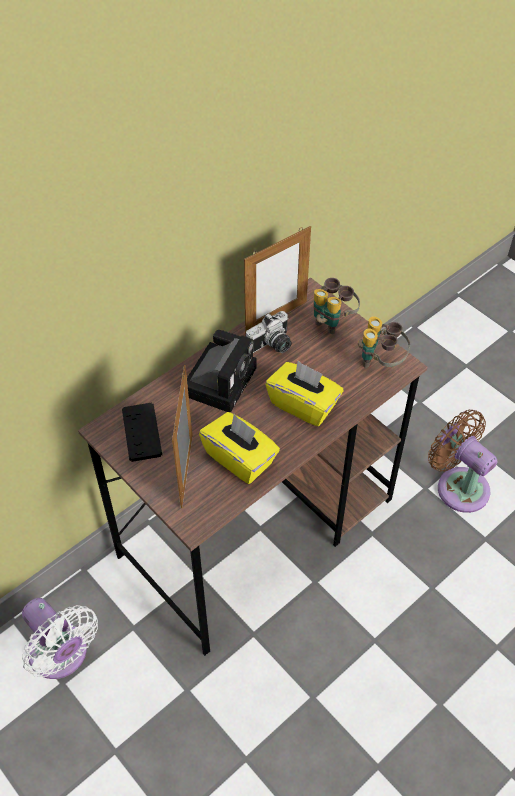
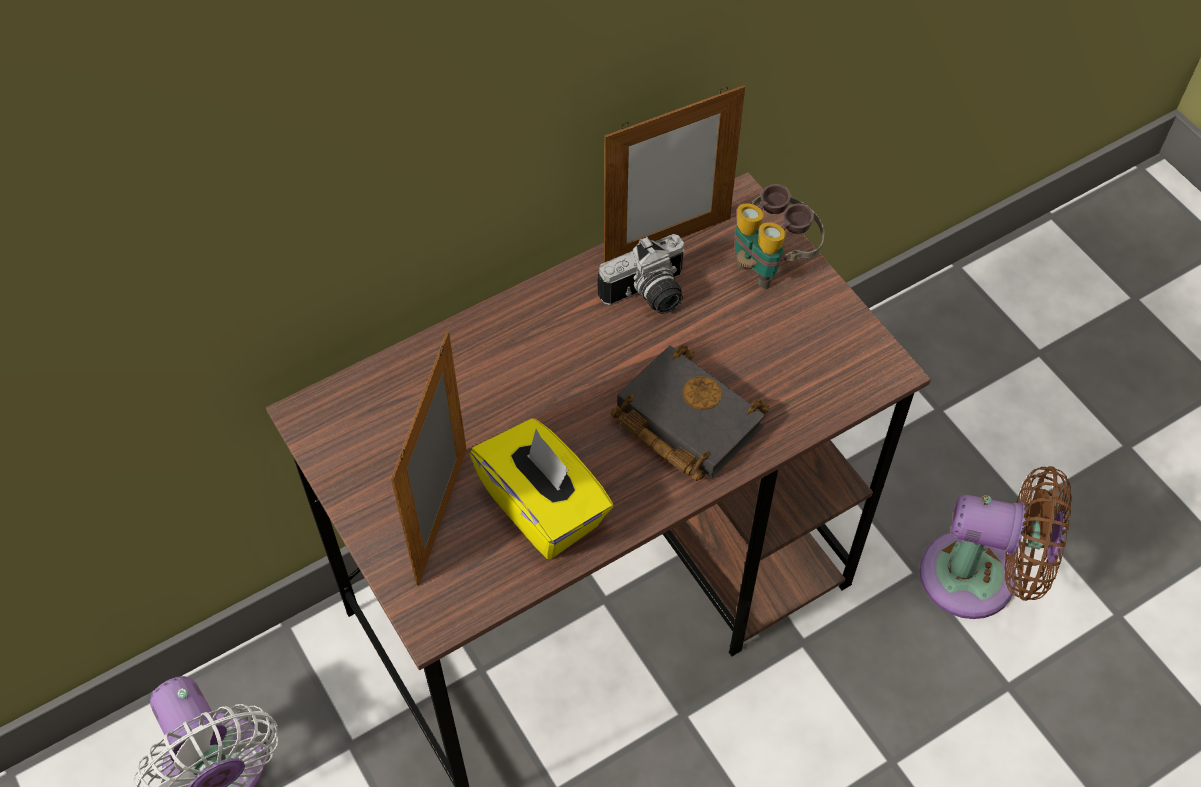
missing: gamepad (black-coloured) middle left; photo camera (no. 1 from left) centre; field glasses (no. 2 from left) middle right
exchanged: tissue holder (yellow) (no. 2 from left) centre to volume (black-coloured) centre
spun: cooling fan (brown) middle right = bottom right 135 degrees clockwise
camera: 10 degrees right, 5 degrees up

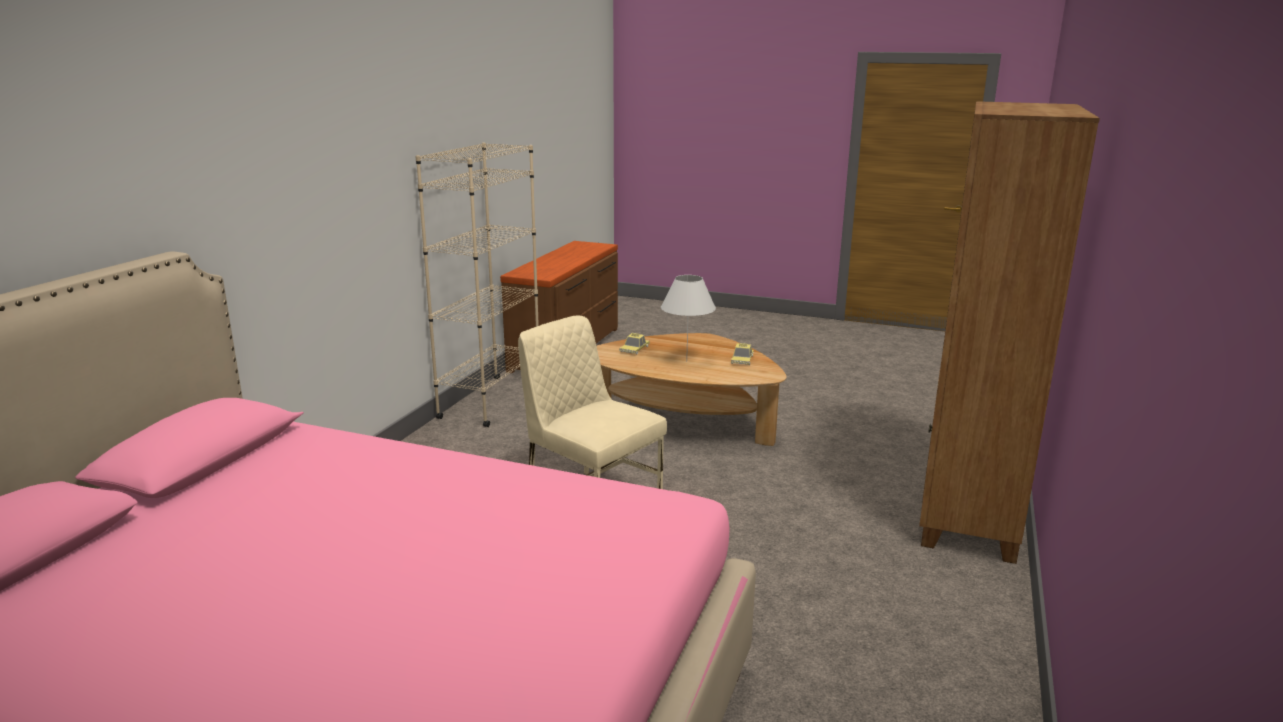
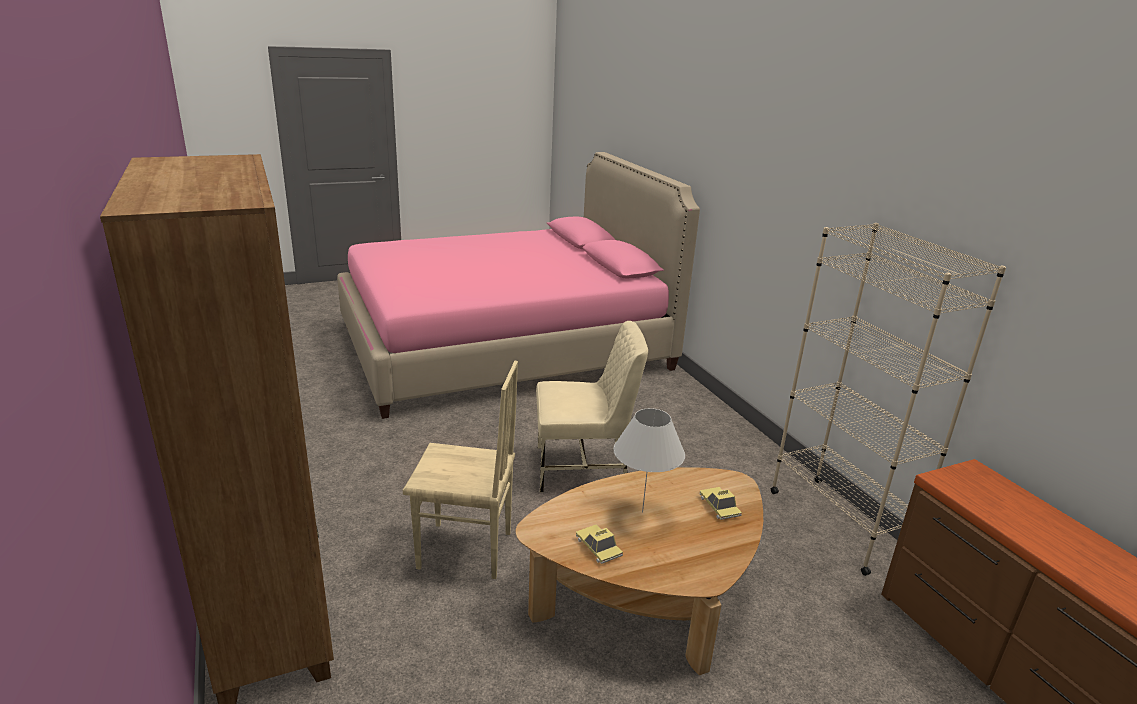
appeared: upright chair (sand-coloured) (no. 1 from left) bottom centre
camera: 135 degrees right, 5 degrees up

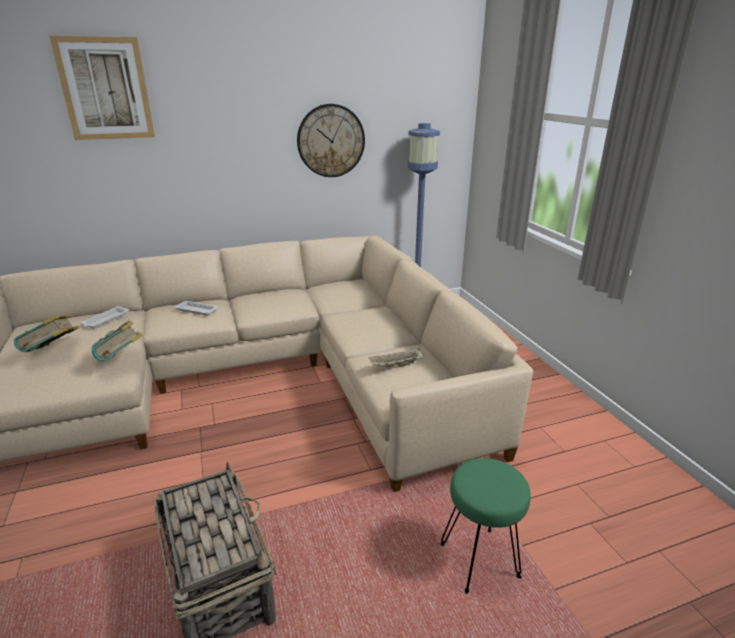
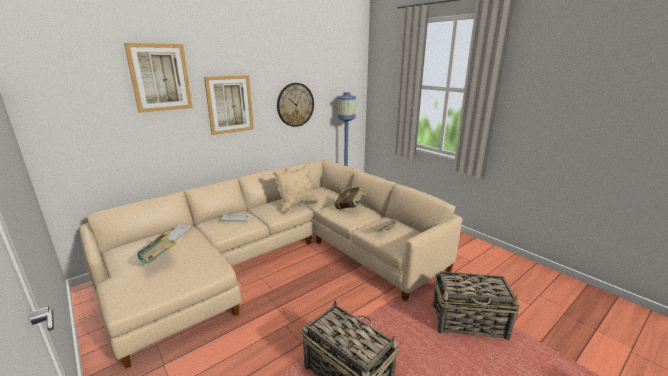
appeared: wall art (no. 2 from left) top centre; cushion (sand-coloured) centre
relocated: volume (no. 2 from left) middle left to centre
exchanged: stool (green) bottom centre to household basket (no. 2 from left) bottom right
camera: 20 degrees left, 5 degrees down

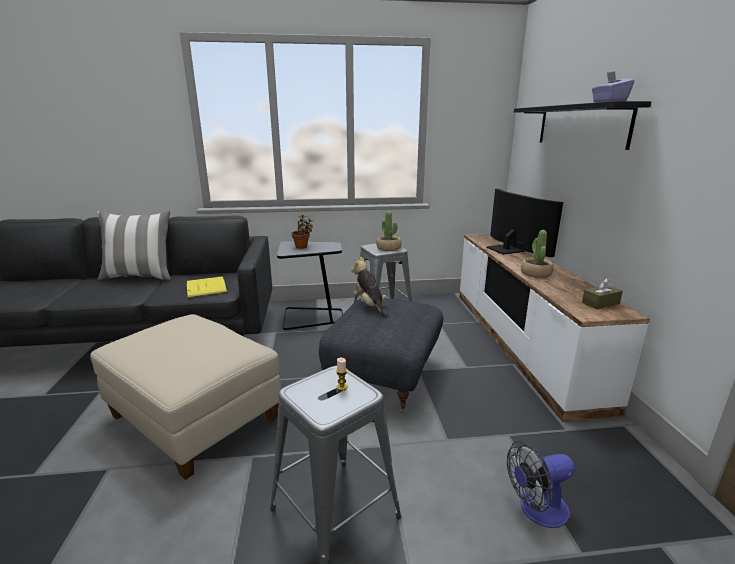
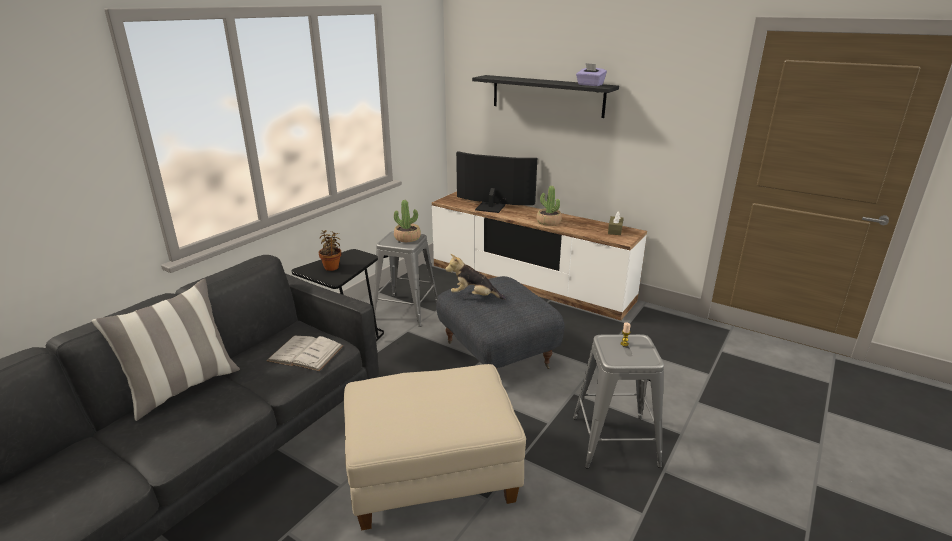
missing: cooling fan bottom right
colour: volume (yellow) middle left to volume (white-coloured) middle left
camera: 50 degrees left, 5 degrees up

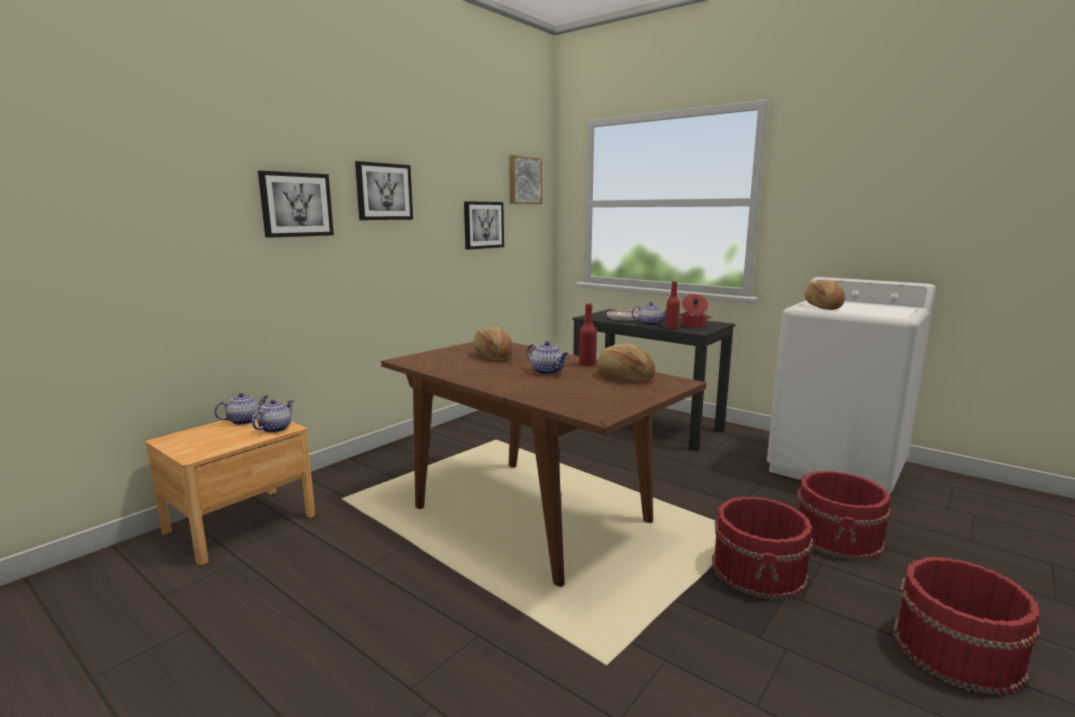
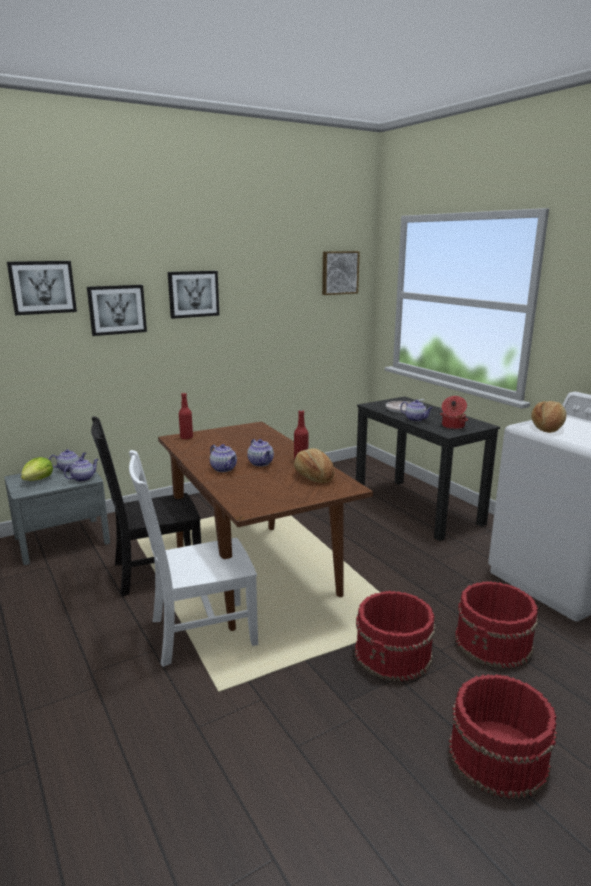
missing: bakery bread (no. 1 from left) centre
appeared: lettuce head middle left; upright chair (black-coloured) middle left; upright chair (white-coloured) middle left; pot for tea (no. 3 from left) centre
relocated: wall art (no. 3 from left in the first image) top centre to wall art (no. 1 from left) top left; drink bottle (reddish) (no. 2 from left in the first image) centre to drink bottle (reddish) (no. 1 from left) middle left
colour: nightstand (brown) bottom left to nightstand (grey) middle left
camera: 20 degrees right, 5 degrees up

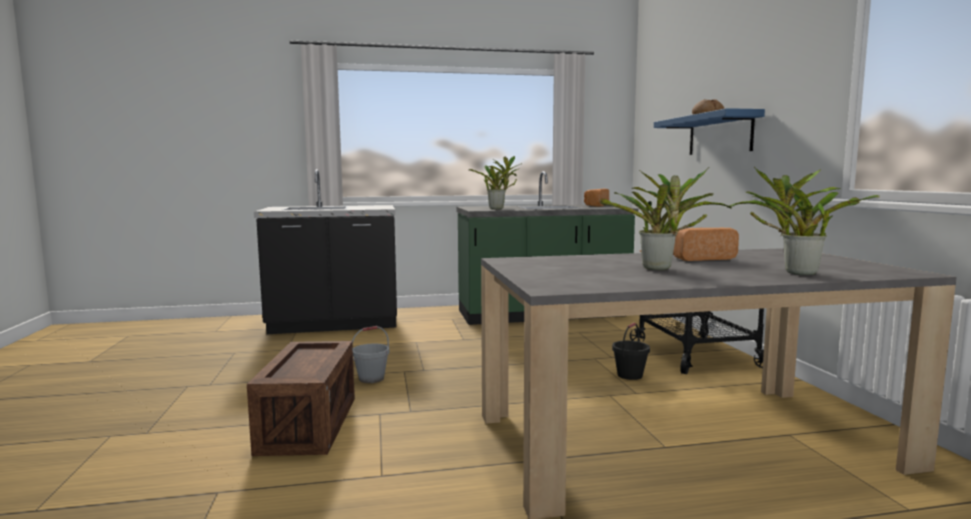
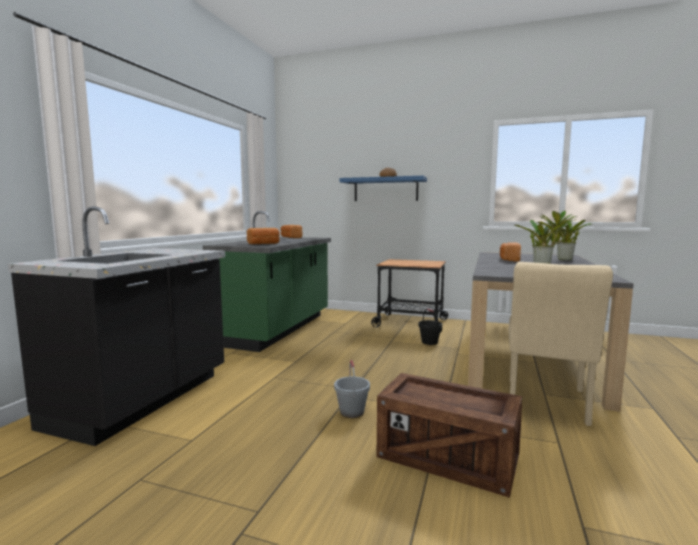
appeared: upright chair (sand-coloured) middle right
exchanged: houseplant (no. 1 from left) centre to bakery bread (no. 1 from left) centre
camera: 60 degrees left, 0 degrees up

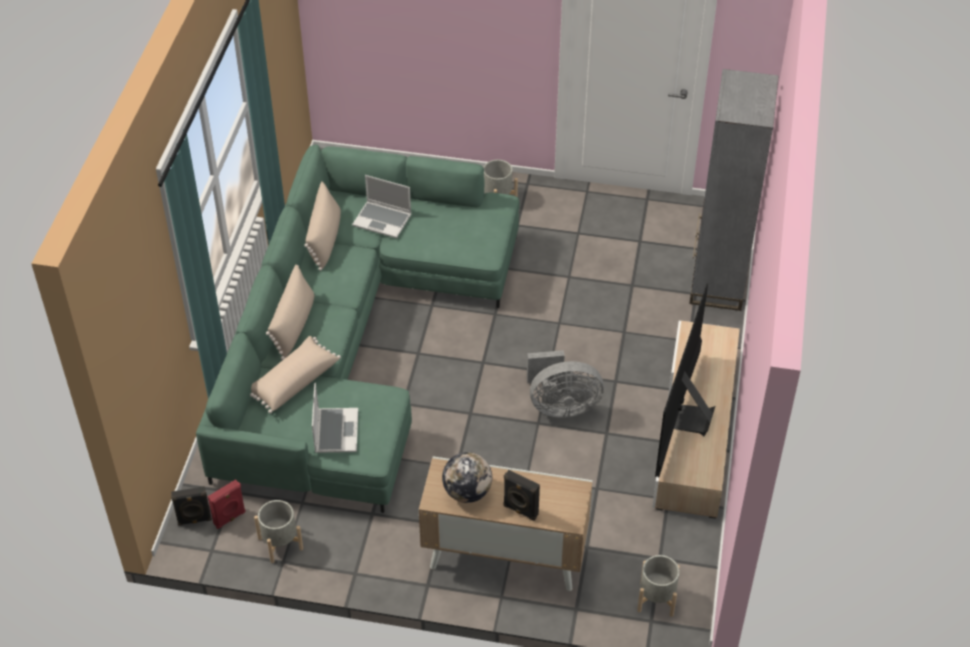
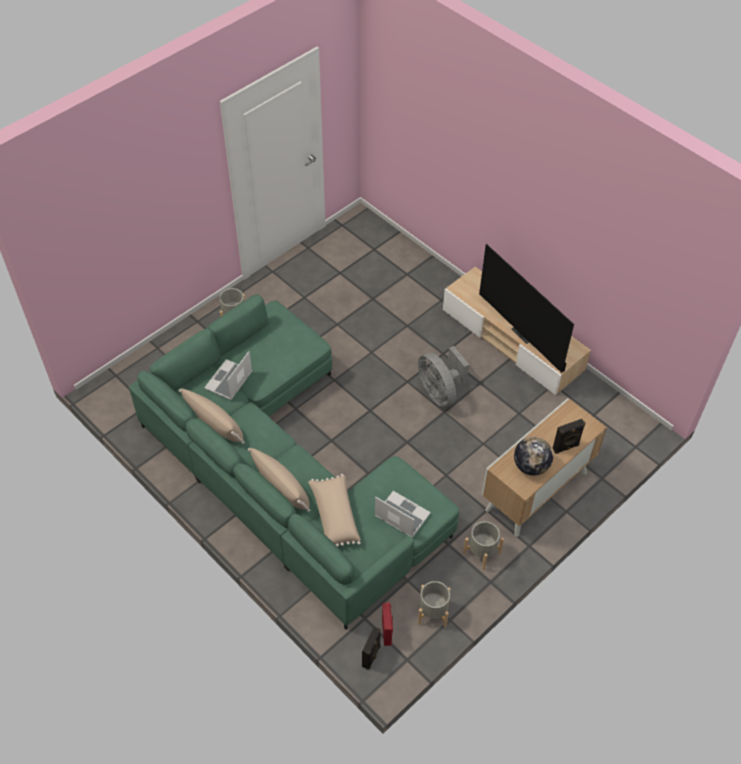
missing: bookshelf (grey) top right
relocated: planter (grey) (no. 3 from left) bottom right to bottom centre
spun: portable computer (no. 2 from left in the first image) top centre = middle left 150 degrees clockwise; cooling fan (grey) centre = centre 120 degrees clockwise
camera: 55 degrees left, 5 degrees up

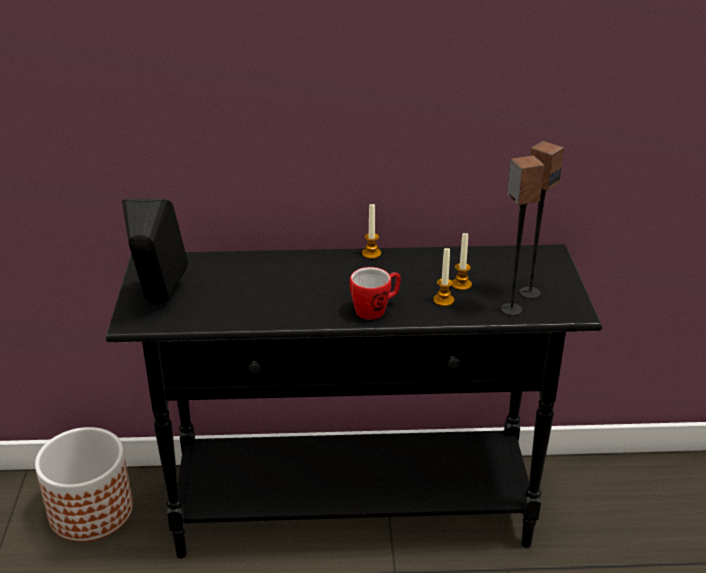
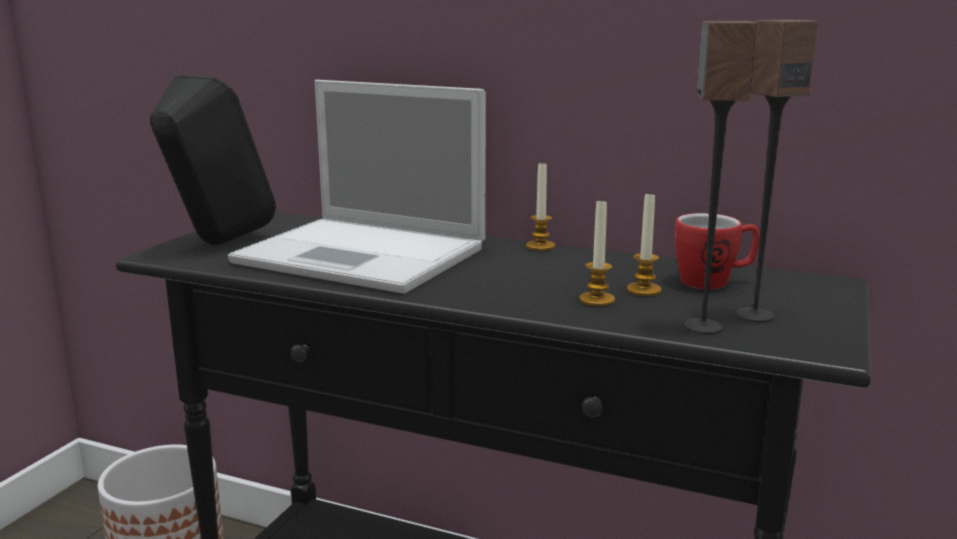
appeared: portable computer centre
relocated: tea mug centre to middle right
camera: 25 degrees right, 15 degrees down

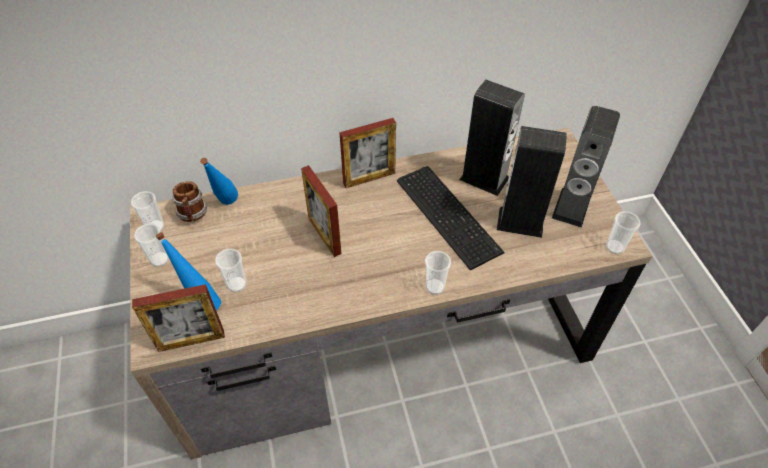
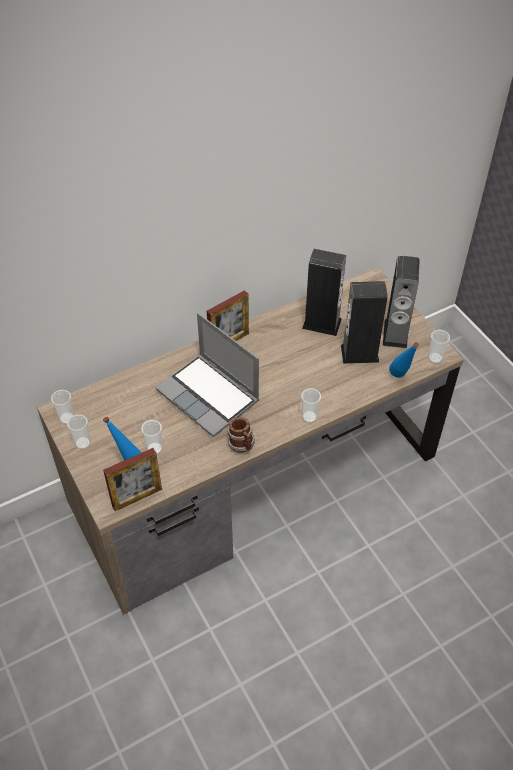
missing: keyboard centre
relocated: tea mug middle left to centre; drink bottle (blue-coloured) (no. 2 from left) middle left to middle right
exchanged: picture frame (no. 2 from left) centre to portable computer centre
camera: 15 degrees left, 0 degrees up

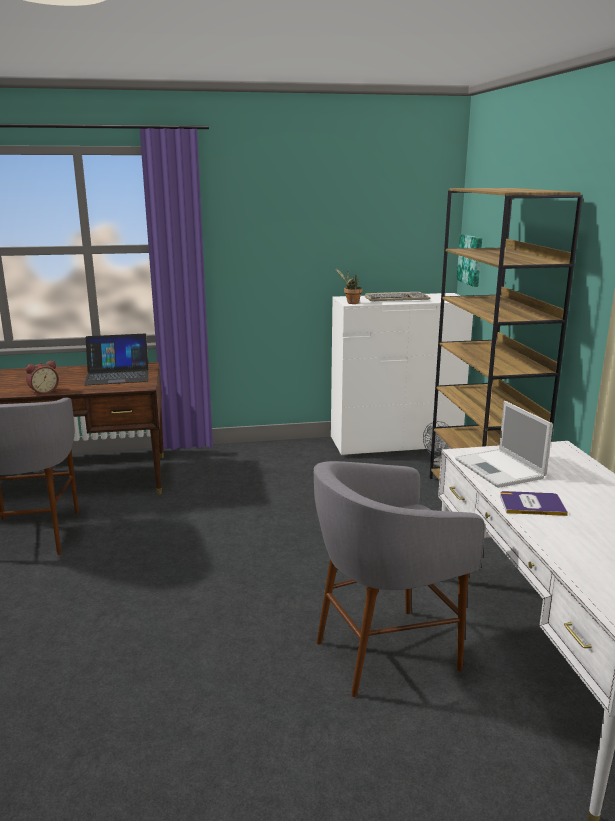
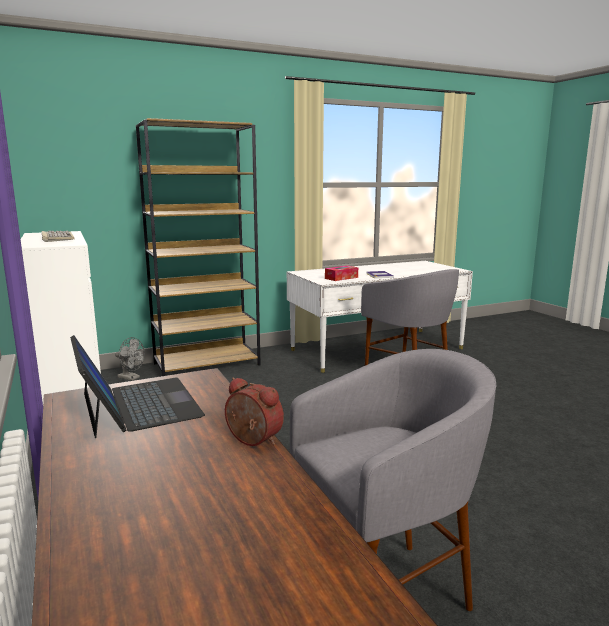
missing: houseplant centre; wall art top right
exchanged: portable computer (no. 2 from left) middle right to tissue holder centre
camera: 105 degrees left, 5 degrees down

